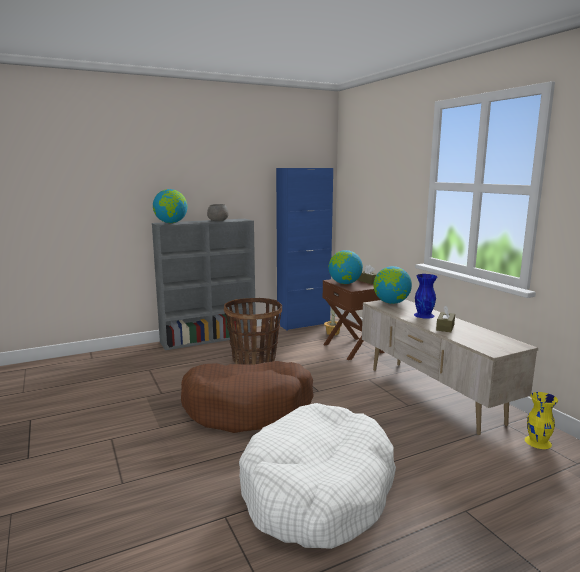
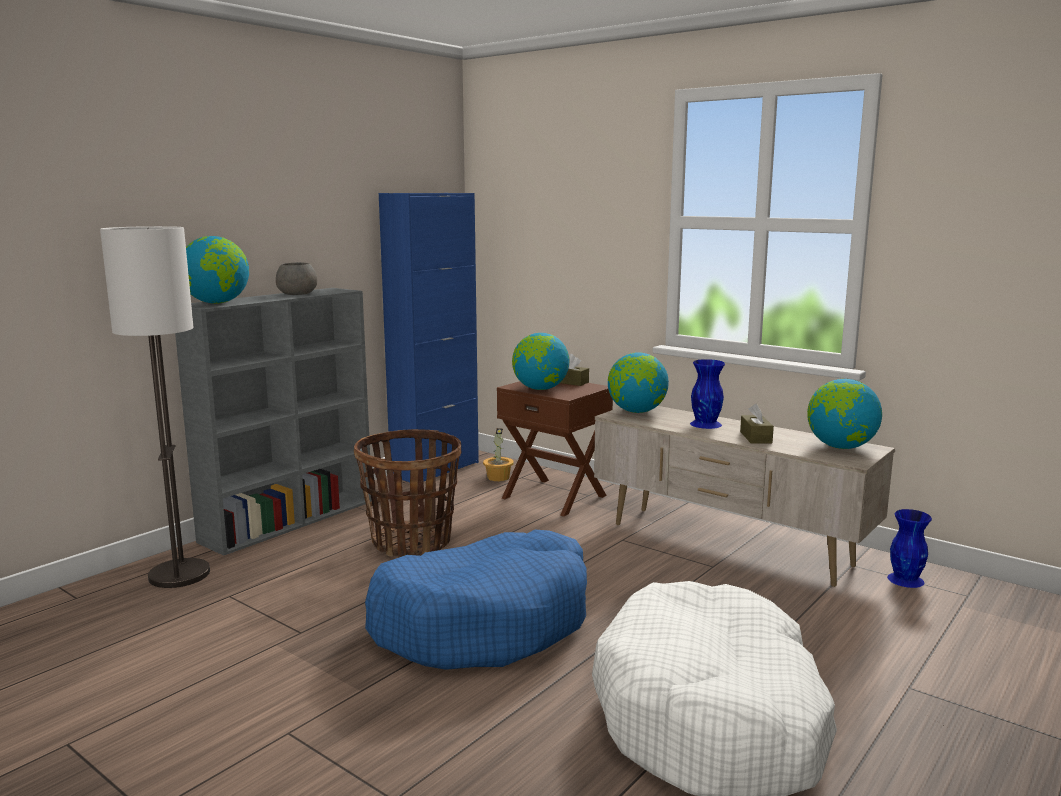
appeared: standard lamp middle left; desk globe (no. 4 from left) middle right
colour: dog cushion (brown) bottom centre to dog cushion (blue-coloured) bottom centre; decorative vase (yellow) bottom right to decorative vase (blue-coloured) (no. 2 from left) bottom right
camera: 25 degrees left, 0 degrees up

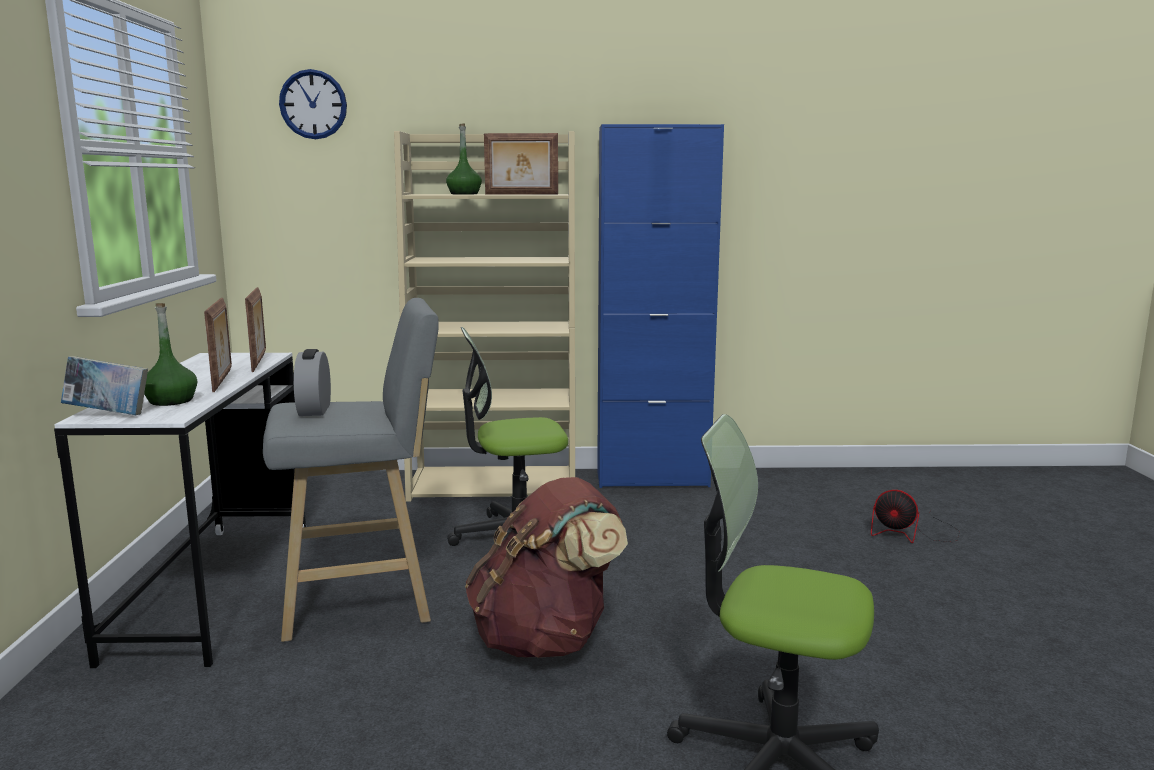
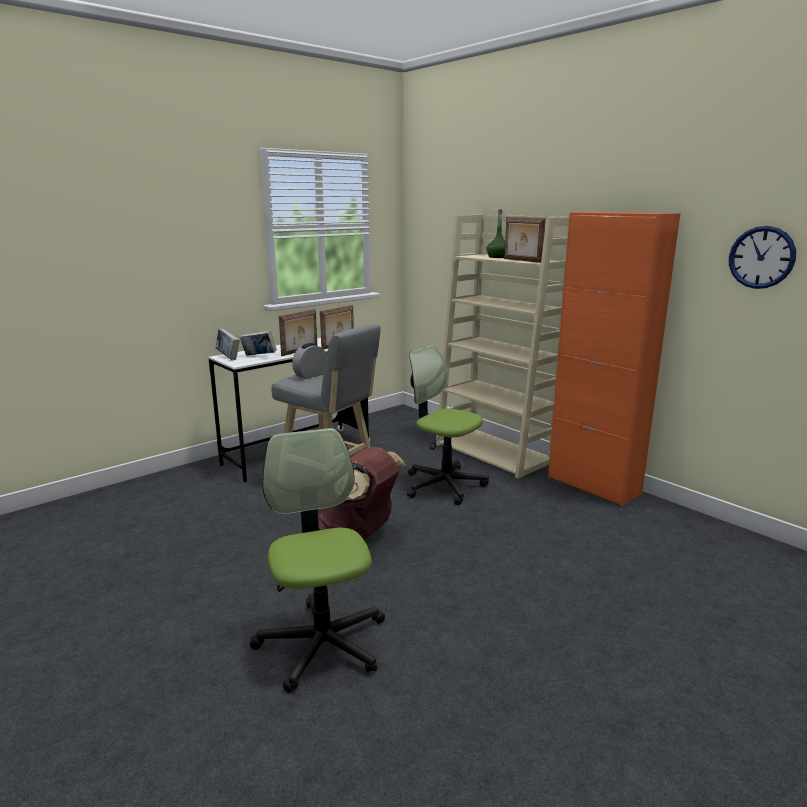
missing: cooling fan bottom right
relocated: hanging clock top left to top right
exchanged: drink bottle (green) (no. 1 from left) middle left to volume (no. 2 from left) middle left
colour: storage cabinet (blue-coloured) centre to storage cabinet (orange) middle right
camera: 50 degrees right, 5 degrees up

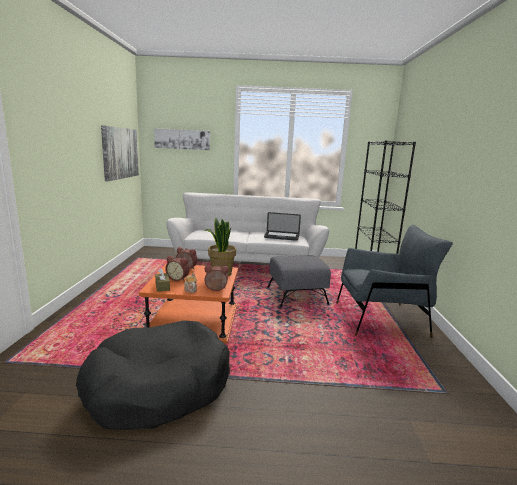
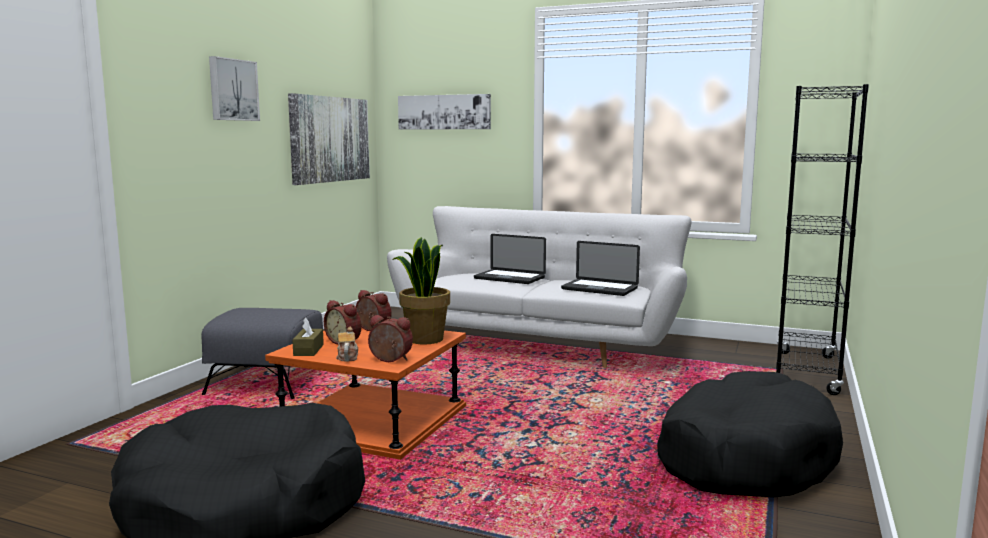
appeared: wall art (no. 1 from left) top left; portable computer (no. 1 from left) centre
relocated: footrest (grey) centre to middle left
exchanged: lounge chair (grey) middle right to dog cushion (black-coloured) (no. 2 from left) bottom right
camera: 20 degrees right, 5 degrees down

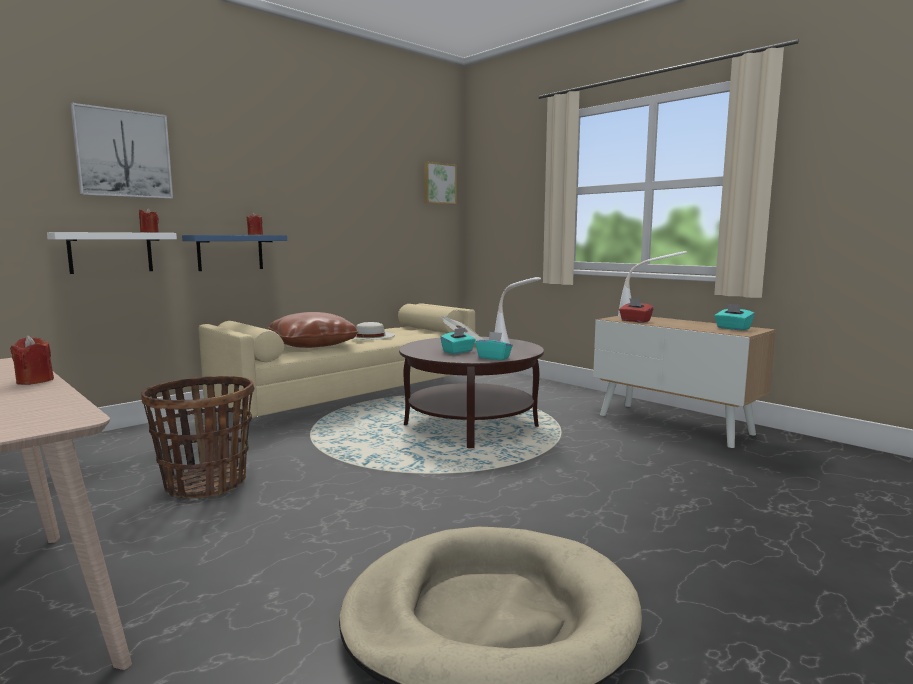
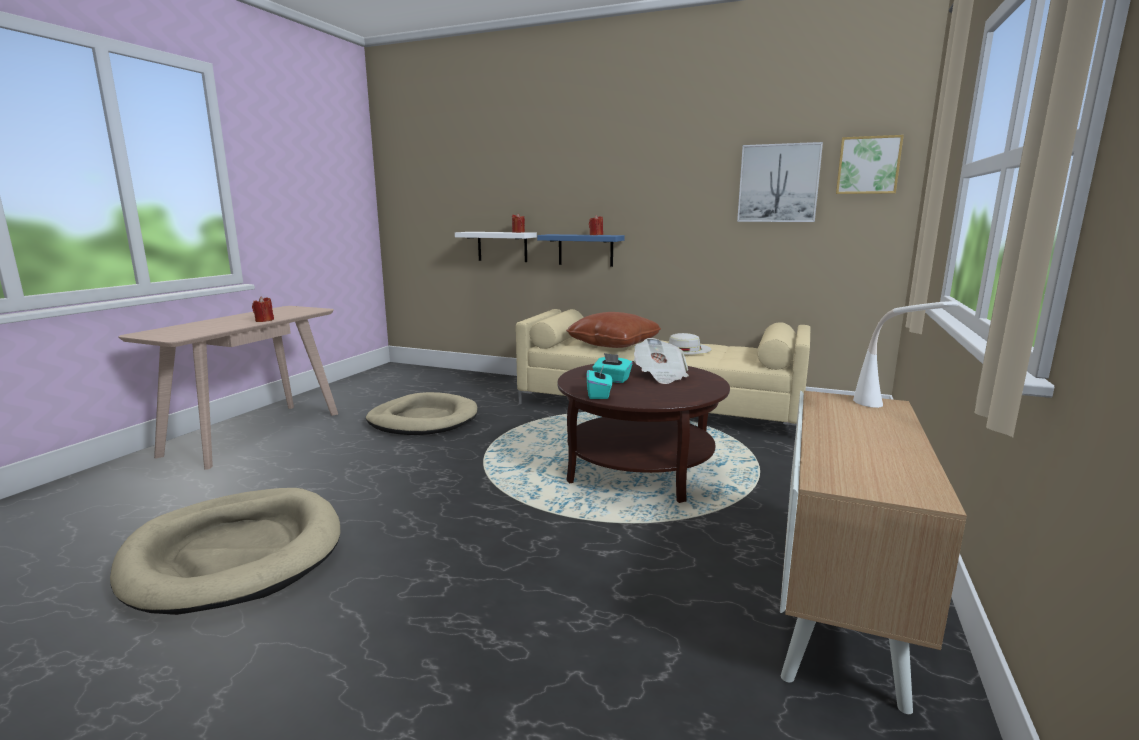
missing: lamp for a table (white-coloured) (no. 1 from left) centre; tissue holder (reddish) middle right; tissue holder (turquoise) (no. 3 from left) middle right
relocated: wall art (no. 1 from left) top left to top right
exchanged: household basket middle left to dog cushion (sand-coloured) (no. 2 from left) centre
camera: 65 degrees right, 5 degrees up

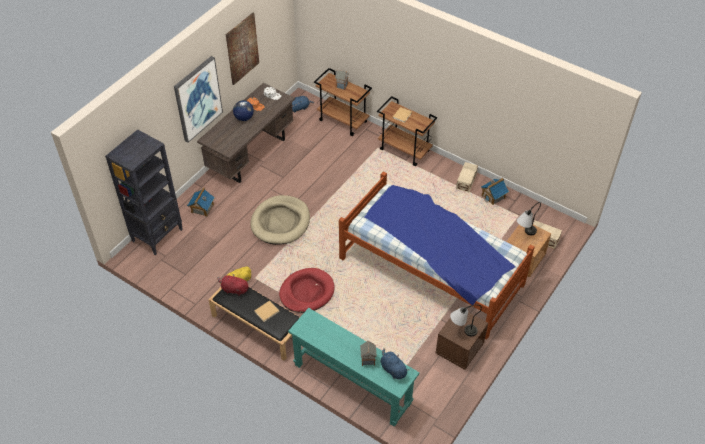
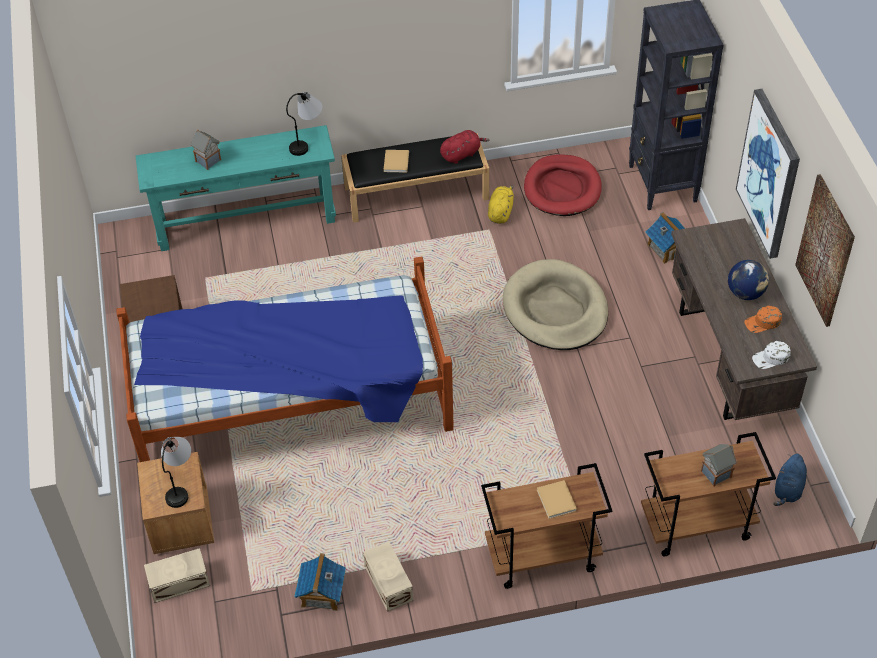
missing: soft toy (blue-coloured) (no. 2 from left) bottom centre
relocated: dog cushion (reddish) centre to top centre; lamp for a table (no. 1 from left in the first image) bottom centre to lamp for a table (no. 2 from left) top centre
camera: 135 degrees right, 0 degrees up

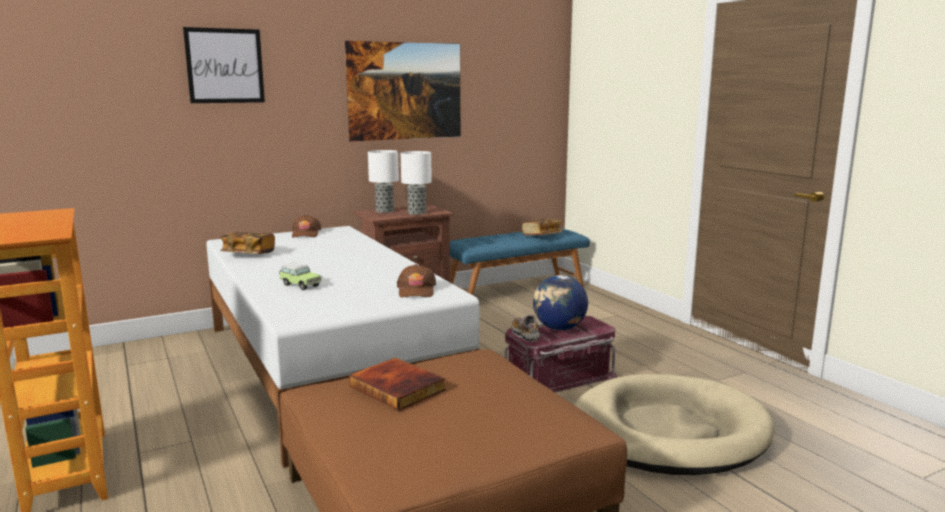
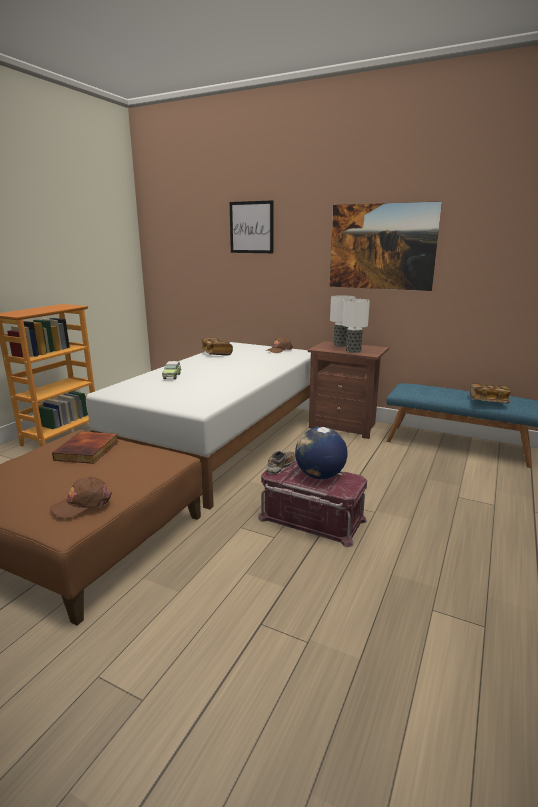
missing: dog cushion (sand-coloured) bottom right
relocated: peaked cap (brown) (no. 2 from left in the first image) centre to peaked cap (brown) (no. 1 from left) middle left
camera: 55 degrees right, 5 degrees up

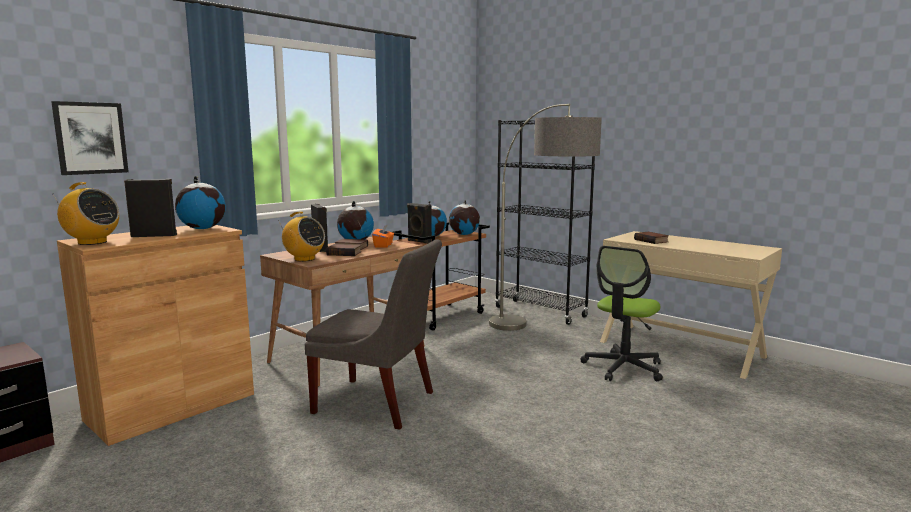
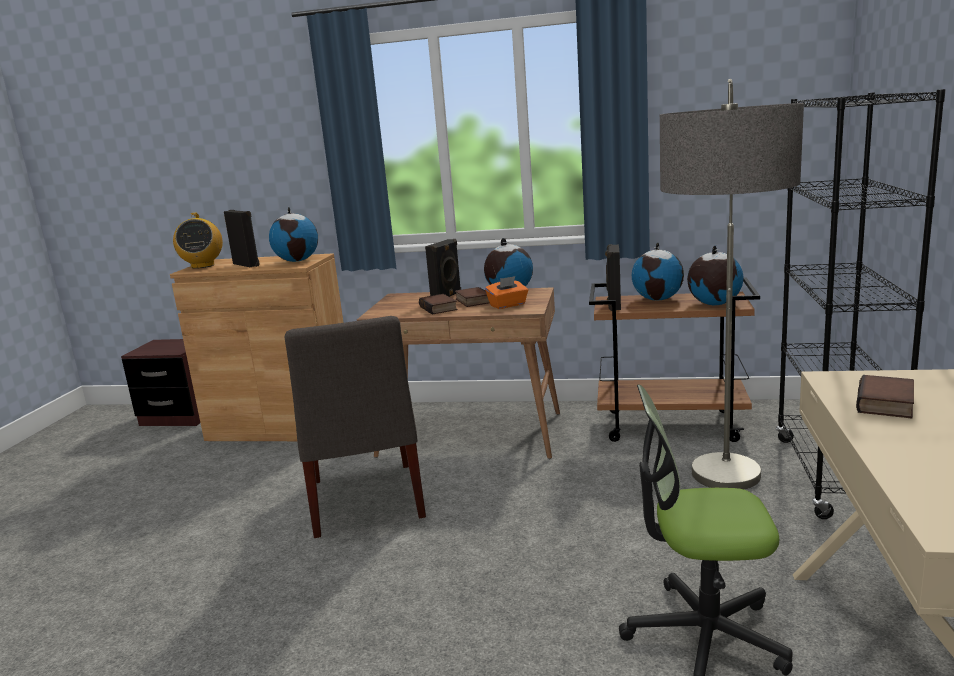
missing: wall art top left; radio set (no. 2 from left) middle left
camera: 60 degrees right, 5 degrees up

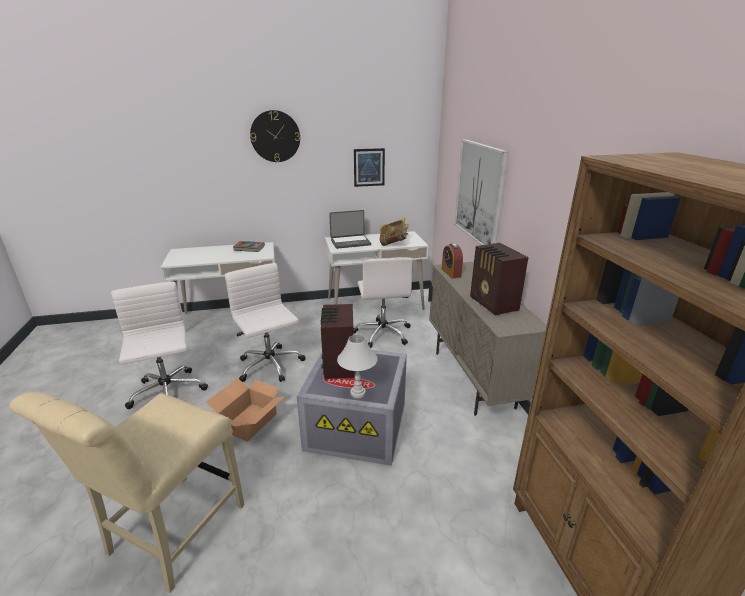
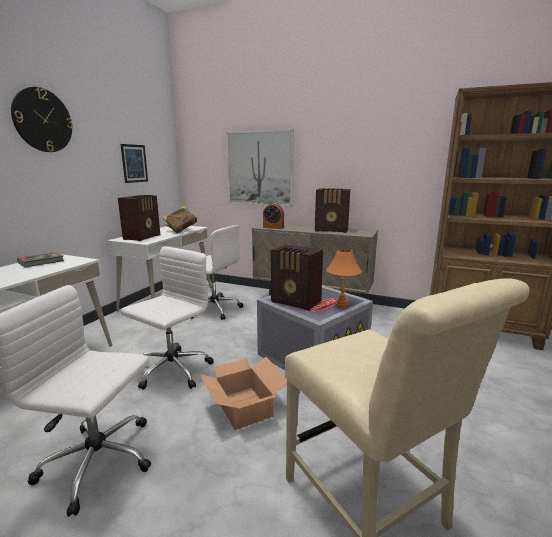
exchanged: portable computer centre to radio set (no. 1 from left) middle left
colour: lamp for a table (white-coloured) centre to lamp for a table (orange) centre
spun: office chair (white-coloured) (no. 2 from left) centre = middle left 120 degrees clockwise
camera: 55 degrees left, 10 degrees down

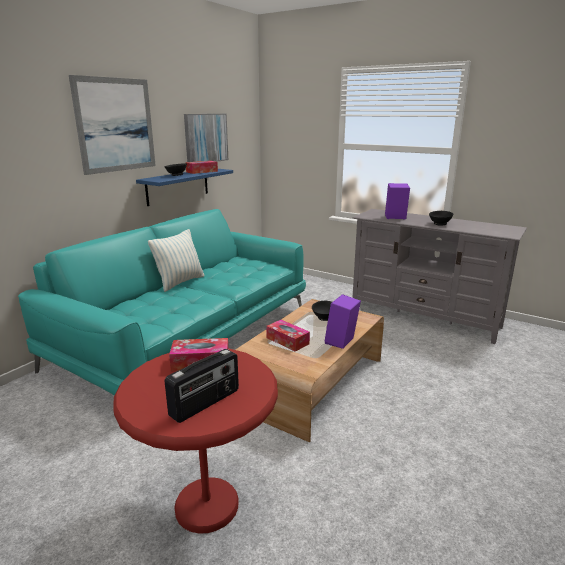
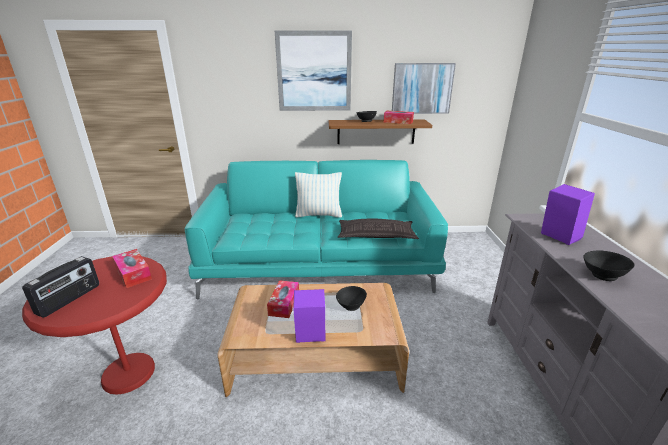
appeared: cushion (no. 2 from left) centre
colour: bracket shelf (blue-coloured) top left to bracket shelf (brown) top centre
spun: radio set bottom centre = middle left 75 degrees counterclockwise
camera: 55 degrees right, 5 degrees up

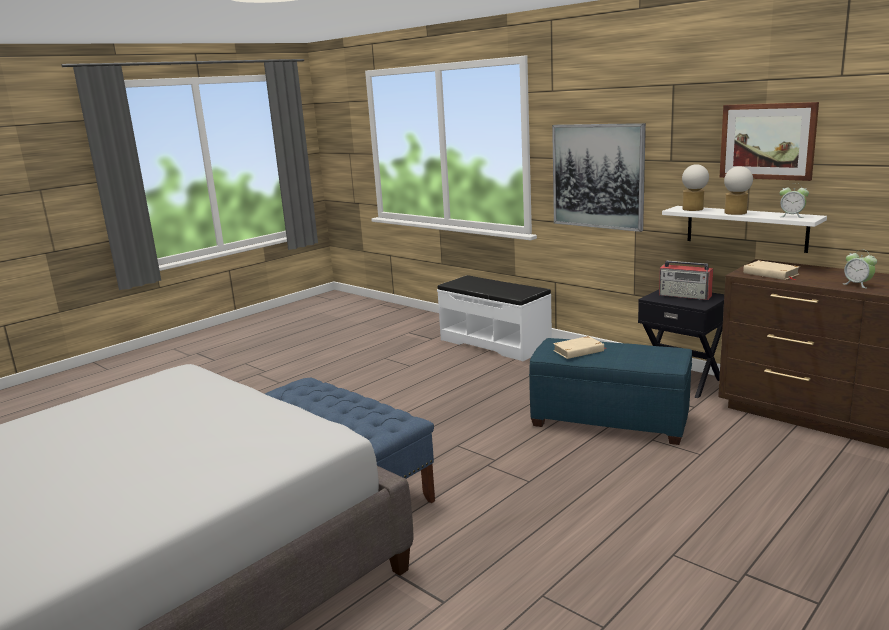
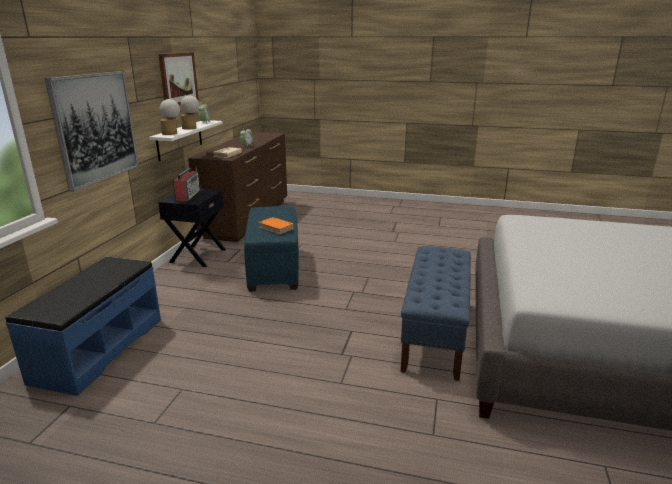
colour: indoor bench (white-coloured) centre to indoor bench (blue-coloured) (no. 1 from left) bottom left; volume (sand-coloured) (no. 1 from left) centre to volume (orange) centre
camera: 120 degrees left, 5 degrees up

